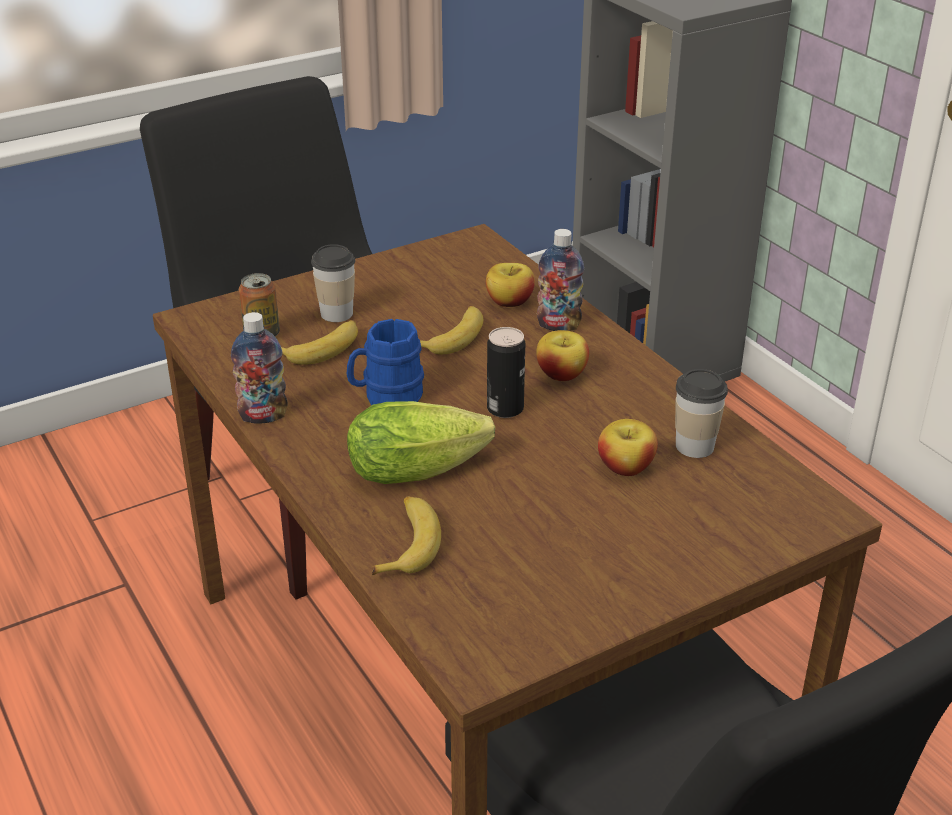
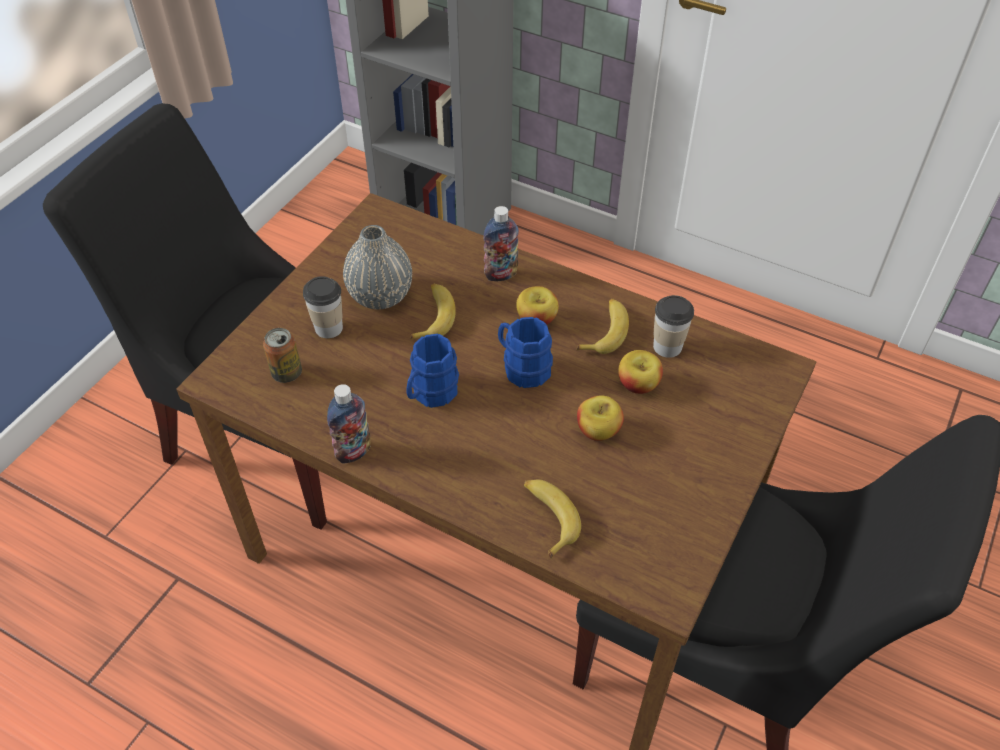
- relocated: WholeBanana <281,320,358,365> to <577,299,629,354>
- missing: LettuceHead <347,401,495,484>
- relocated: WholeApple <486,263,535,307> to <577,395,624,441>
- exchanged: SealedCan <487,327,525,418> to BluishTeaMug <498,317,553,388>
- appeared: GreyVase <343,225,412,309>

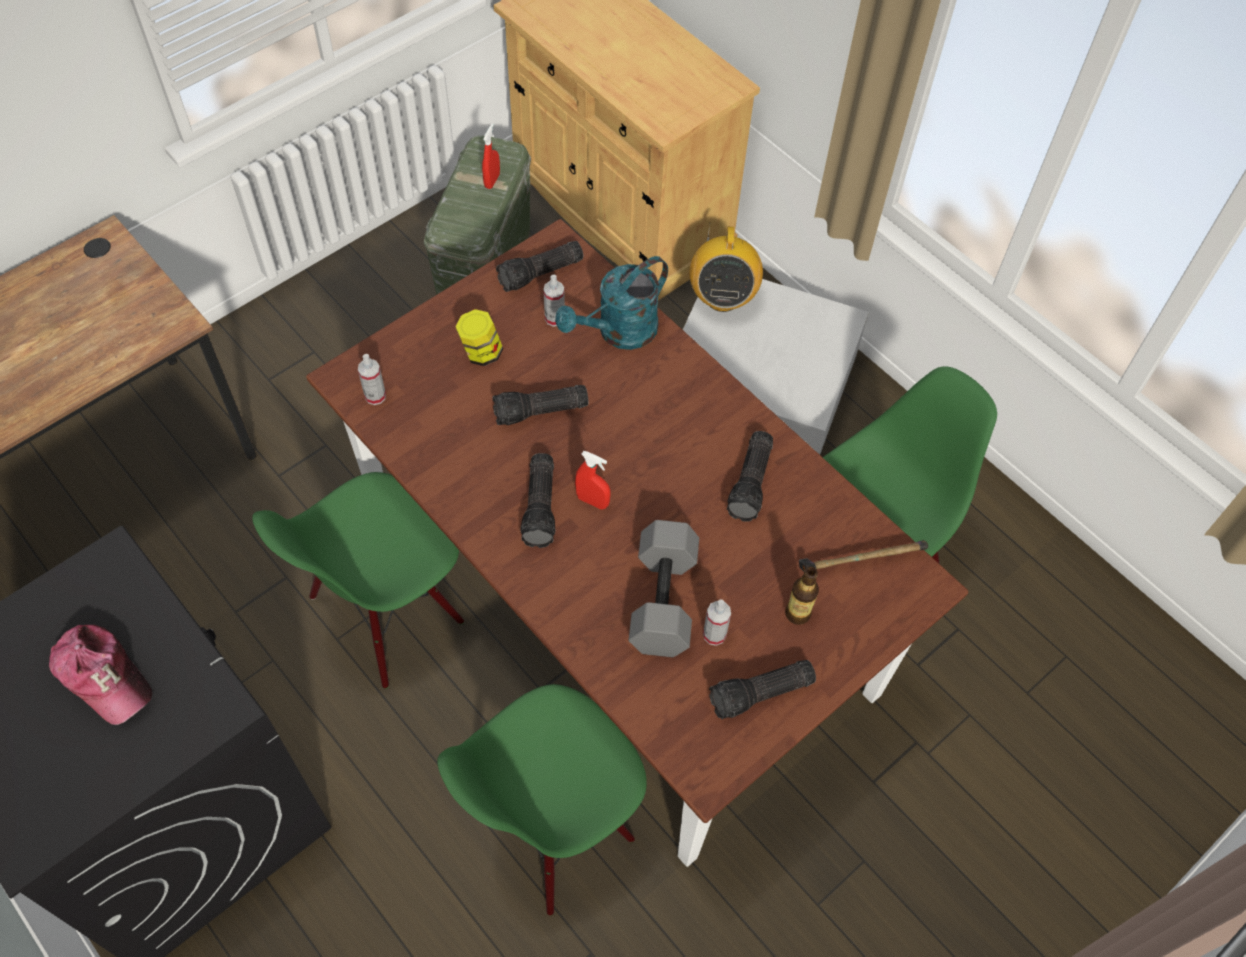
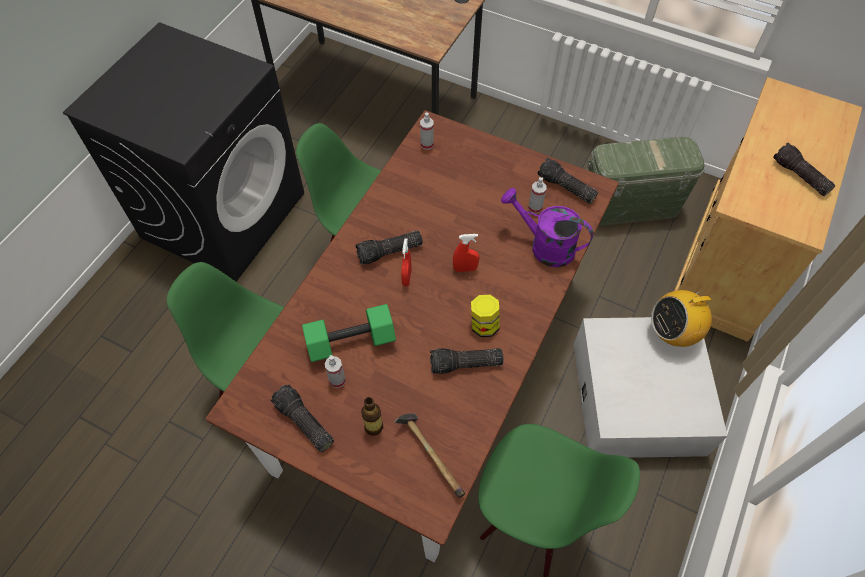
- missing: PeakedCap <49,625,152,725>
- relocated: Jar <455,309,503,366> to <471,295,499,337>
- relocated: RedSprayer <482,124,500,189> to <453,234,479,272>
- relocated: Flashlight <492,385,588,425> to <774,143,836,196>
- colour: BlueGreenSprinklingCan <555,256,668,350> to PurplishSprinklingCan <501,188,594,268>
- colour: GreyFreeWeight <628,520,699,657> to GreenColouredFreeWeight <302,304,396,362>

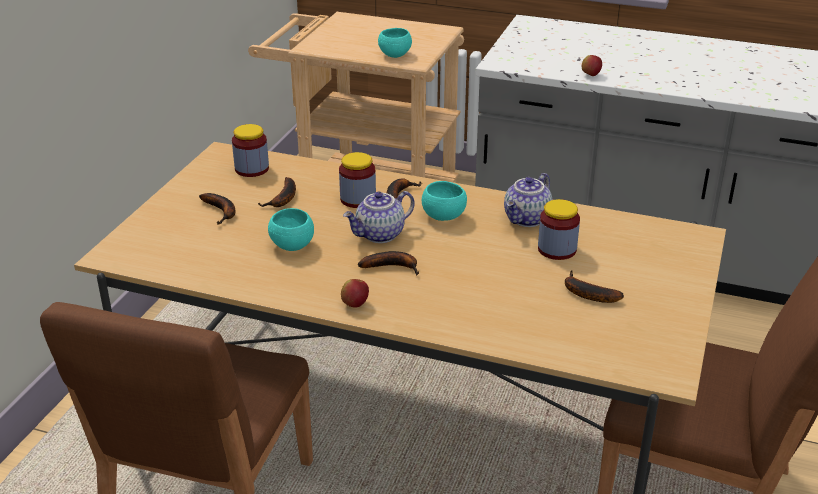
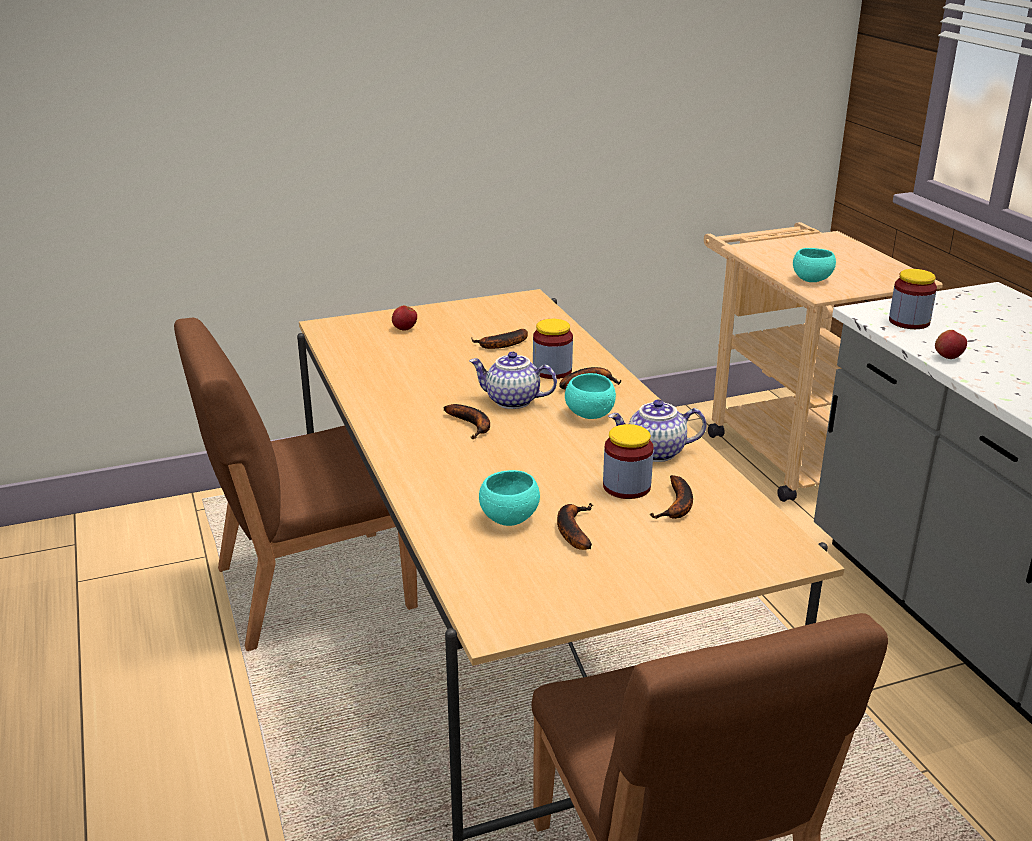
- relocated: WholeBanana <199,193,235,224> to <649,475,693,519>
- relocated: Jar <232,124,269,177> to <889,269,937,329>
- relocated: BlueGreenServingBowl <268,208,314,251> to <479,470,540,526>
- relocated: WholeApple <341,279,369,308> to <392,305,417,331>

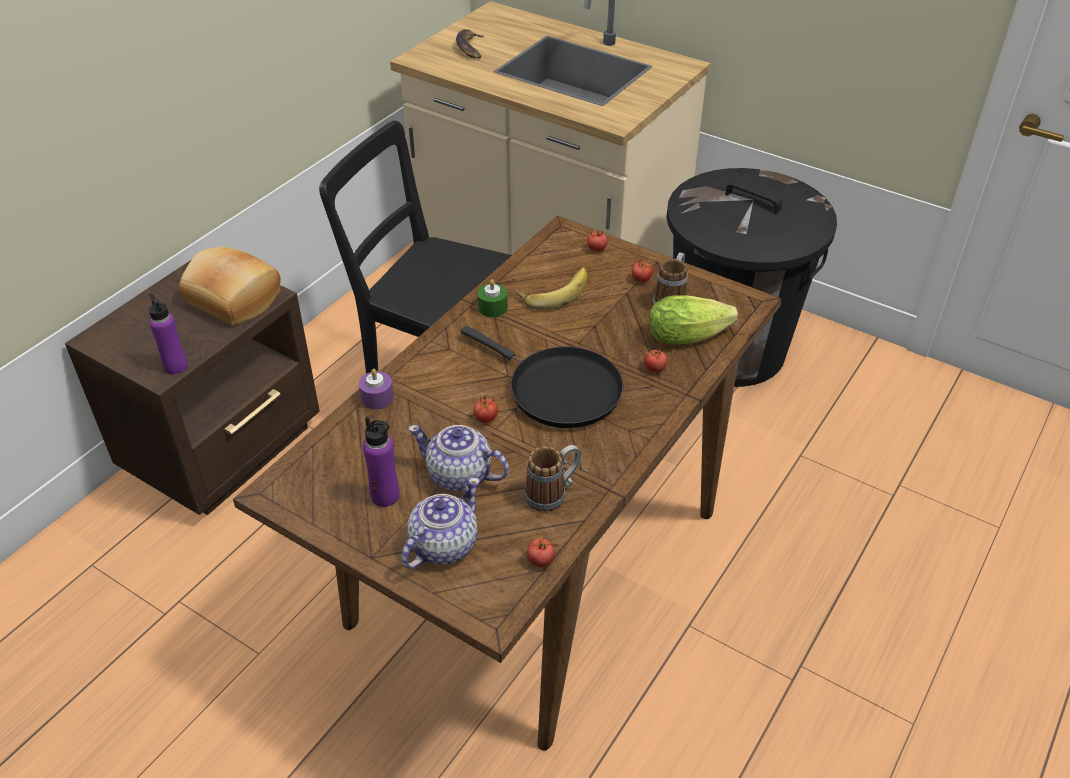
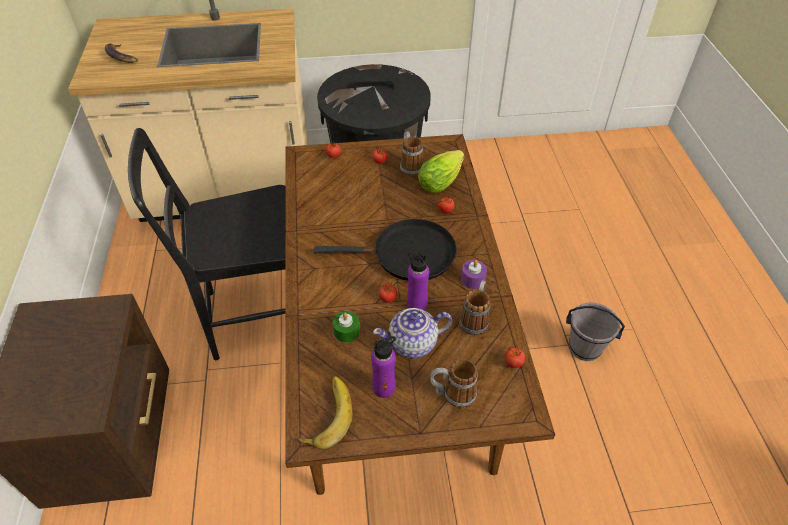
- relocated: PurplishBottle <149,293,188,375> to <407,251,429,310>
- missing: BakedBread <179,247,281,325>
- relocated: PurplishWaxCandle <359,369,394,409> to <461,260,487,289>
- exchanged: PotForTea <401,477,480,569> to TeaMug <430,359,477,408>
- relocated: GreenColouredWaxCandle <477,279,508,317> to <333,311,360,343>
- relocated: WholeBanana <516,267,587,310> to <297,376,352,449>
- appeared: GreyBucket <566,303,625,361>

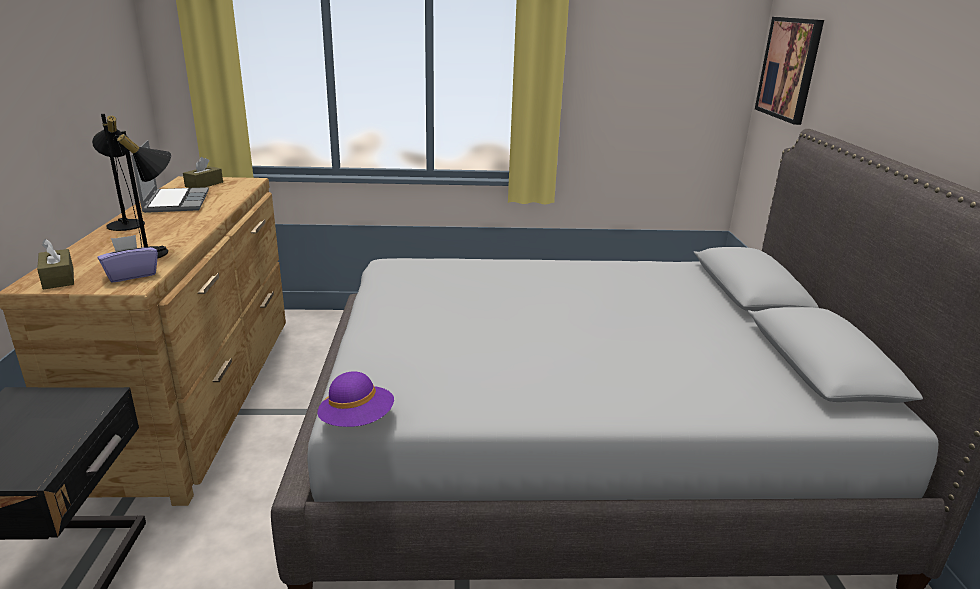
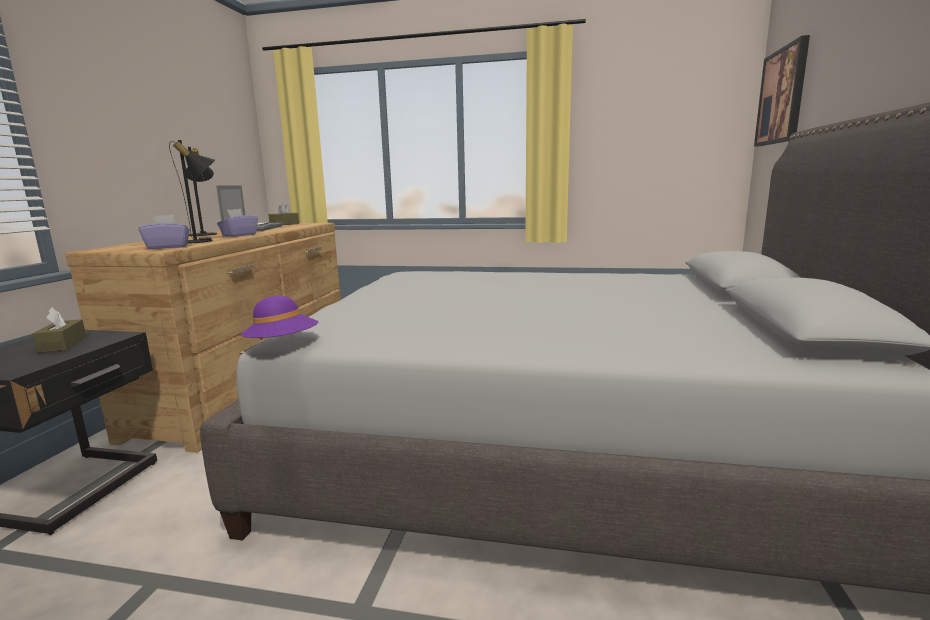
- relocated: BrownishTissueBox <37,239,74,290> to <33,308,86,353>
- appeared: PurplishTissueBox <217,209,258,237>

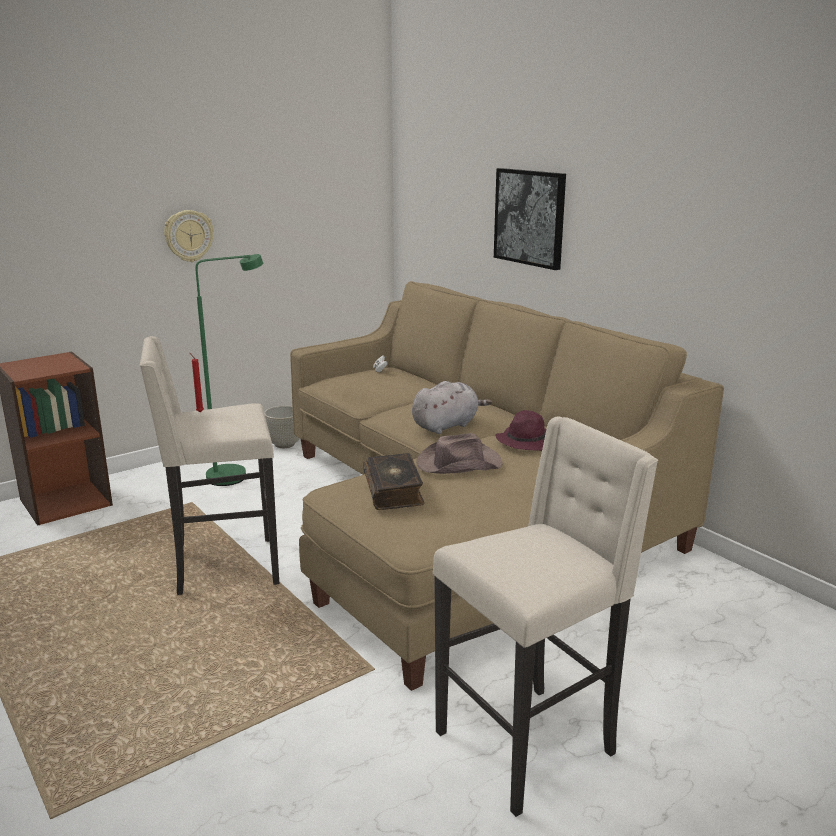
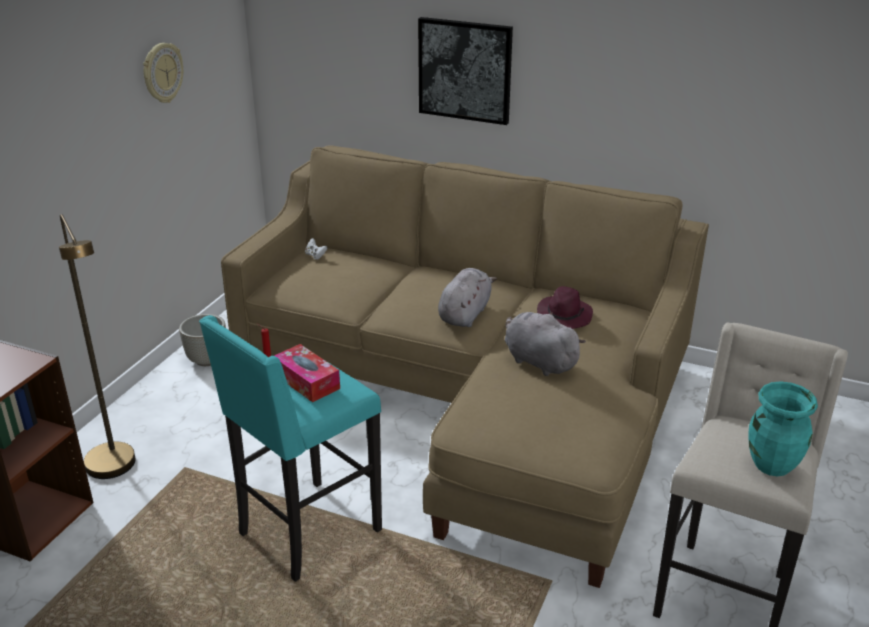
- colour: BeigeColouredStoolSeat <140,336,279,595> to BlueGreenStoolSeat <199,315,382,582>
- relocated: ClockOnTheWall <164,210,214,262> to <143,43,183,103>
- missing: GreenColouredStandardLamp <195,254,263,486>
- missing: Book <363,453,425,510>
- exchanged: BrownishWearableHat <416,433,503,474> to GreyCuddlyToy <505,311,586,376>
- appeared: BrownishStandardLamp <59,214,136,479>
- appeared: TissueBox <274,344,340,402>
- appeared: BlueGreenVase <748,381,818,476>

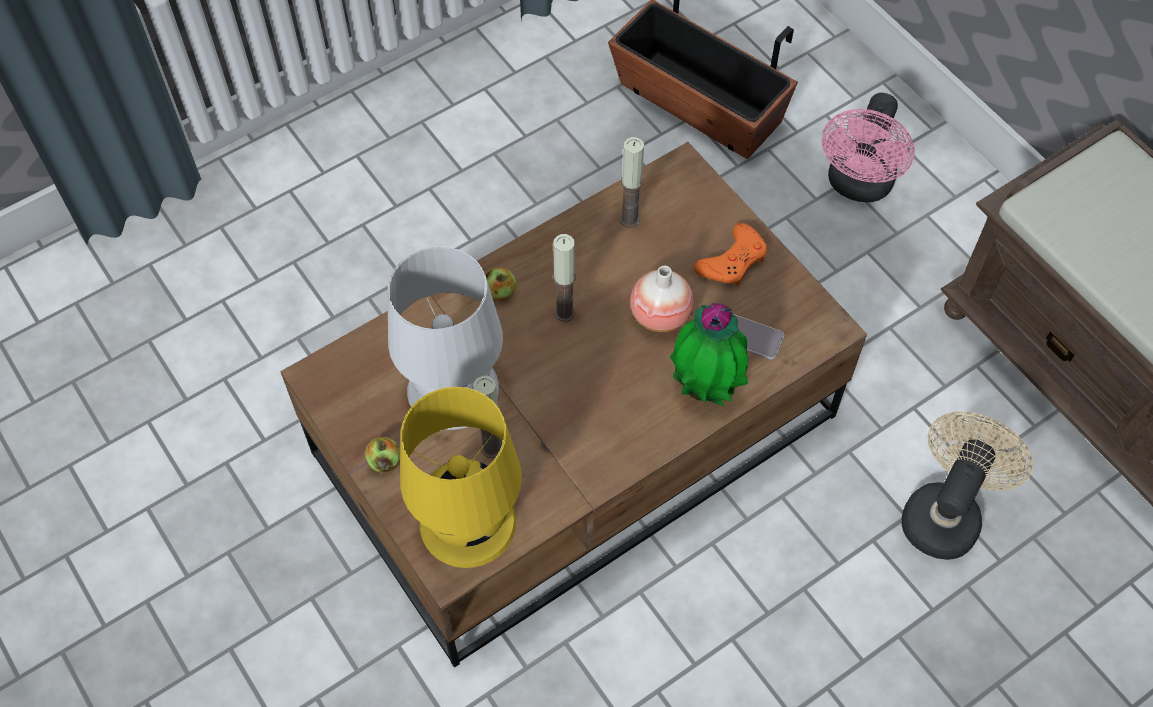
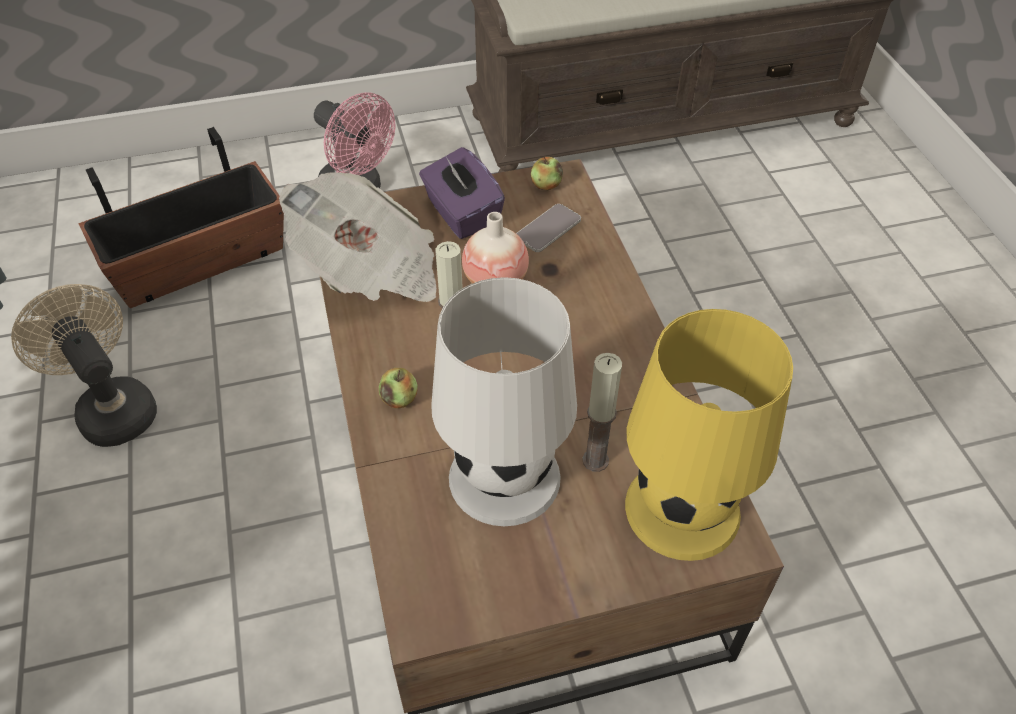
- relocated: WholeApple <365,437,400,473> to <531,156,563,190>
- exchanged: WaxCandle <619,137,644,228> to DailyPaper <279,172,436,302>
- missing: Houseplant <670,303,748,406>
- exchanged: OrangeyGameController <694,223,767,286> to PurplishTissueBox <419,147,505,239>
- relocated: BeigeColouredFan <902,412,1033,560> to <11,284,157,447>

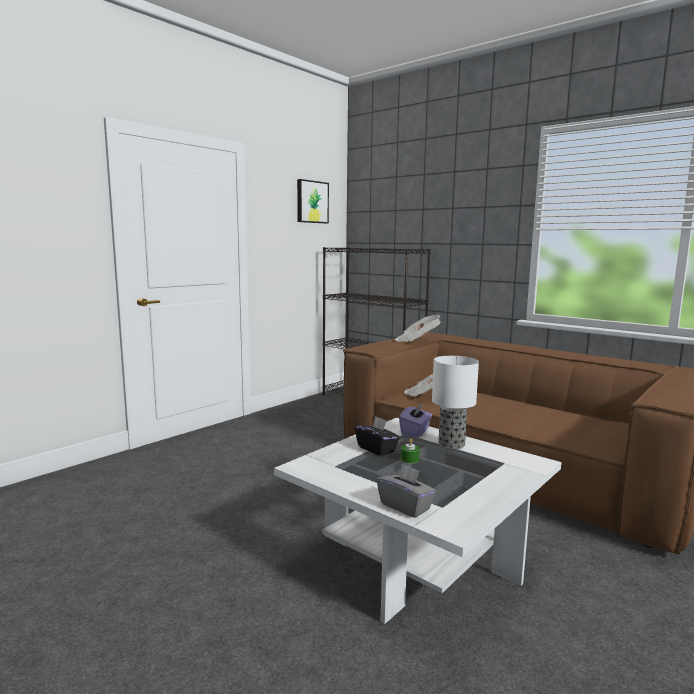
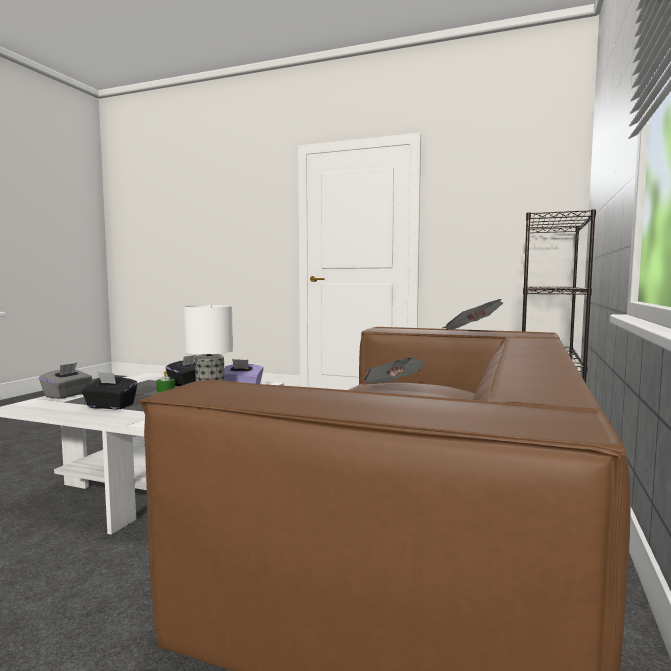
- missing: WallArt <297,179,329,224>
- appeared: BlackColouredTissueBox <81,372,138,409>

